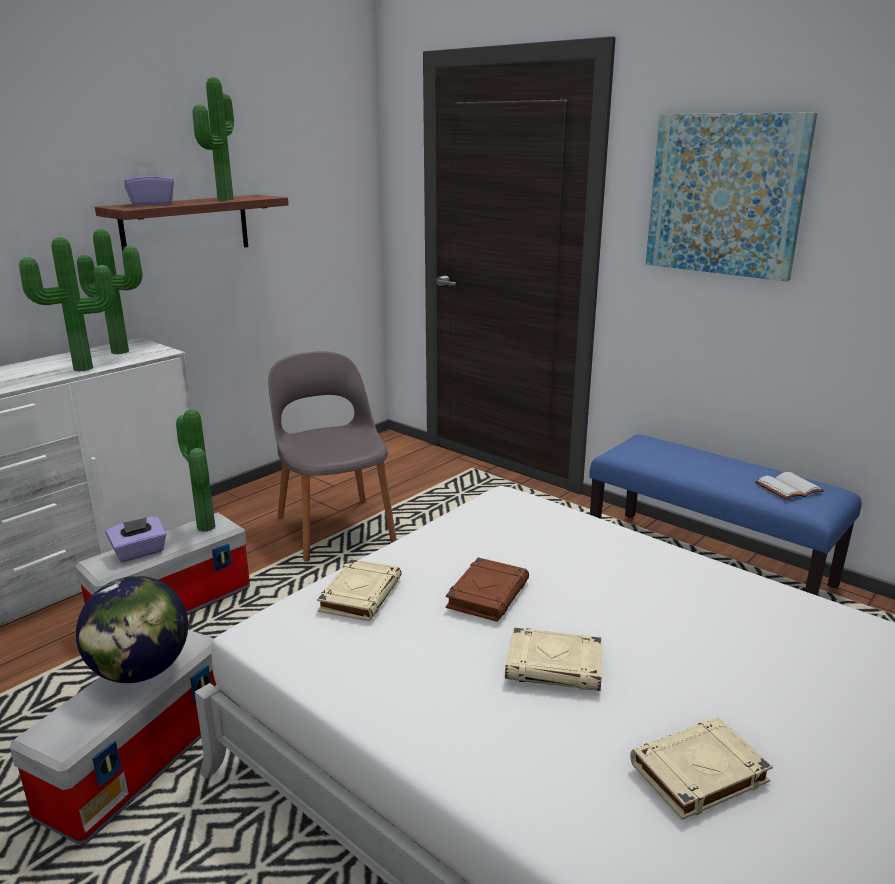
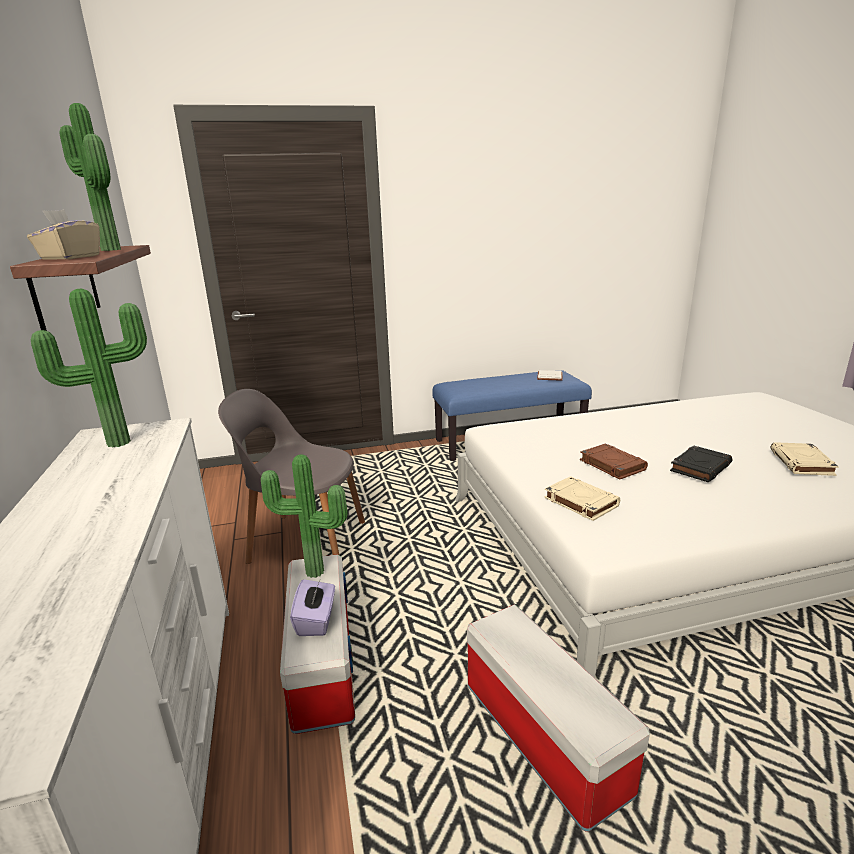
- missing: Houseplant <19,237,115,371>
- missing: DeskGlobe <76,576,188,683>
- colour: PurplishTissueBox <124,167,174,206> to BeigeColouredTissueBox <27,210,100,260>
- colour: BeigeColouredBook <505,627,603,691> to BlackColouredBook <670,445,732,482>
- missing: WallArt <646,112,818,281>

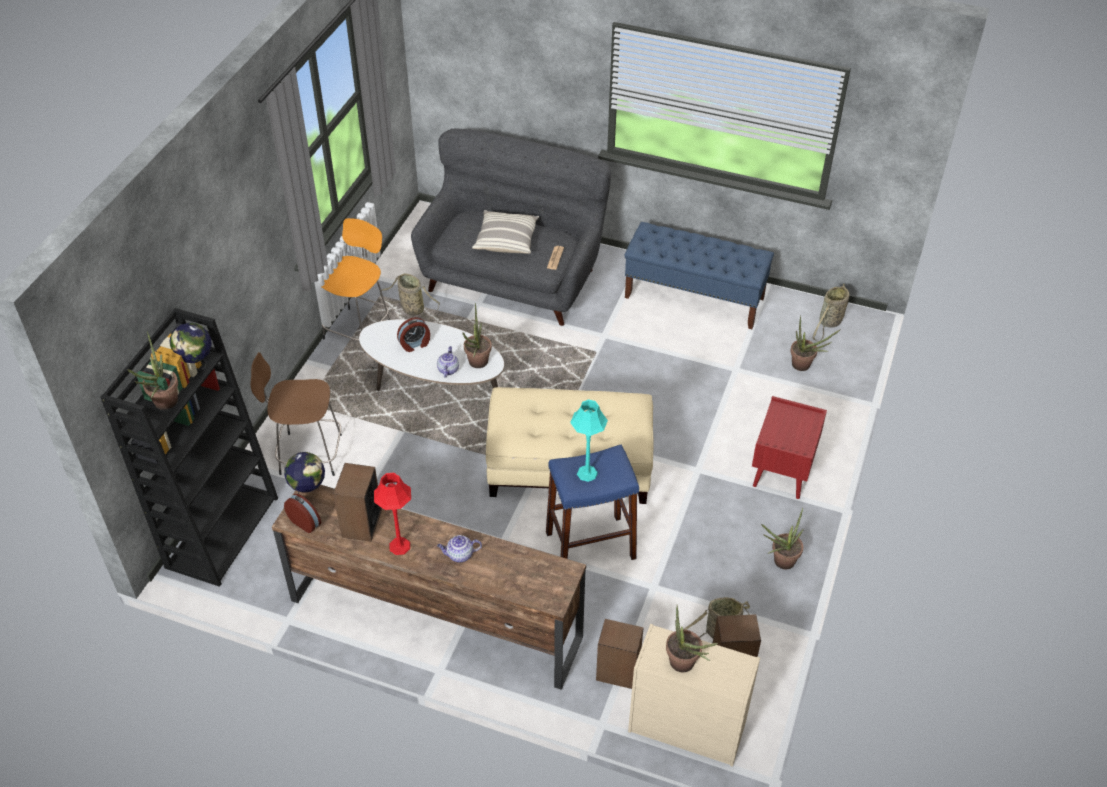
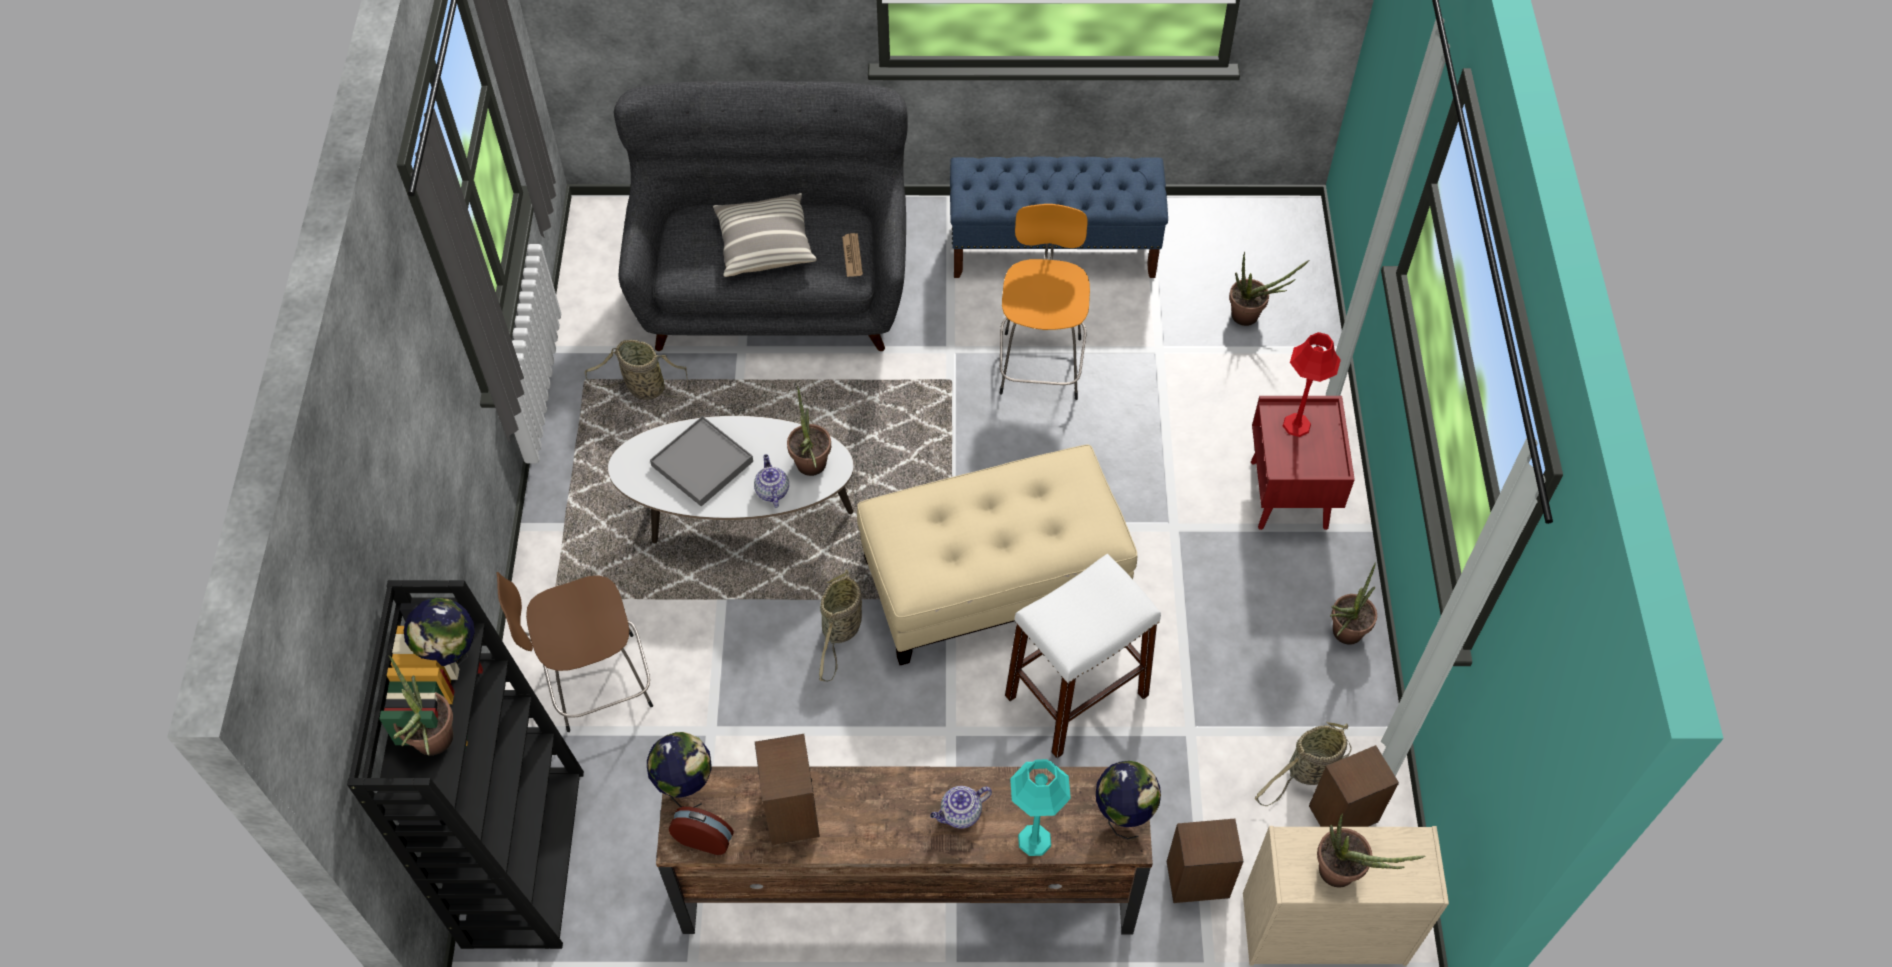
- relocated: OrangeyStoolSeat <321,218,390,353> to <1000,204,1090,400>
- relocated: RedTabletopLamp <374,473,411,555> to <1283,332,1341,437>
- exchanged: BedsideClock <397,317,430,352> to GreyServingTray <650,416,753,506>
- colour: BluishStoolSeat <546,445,639,560> to WhitishStoolSeat <1005,554,1161,758>
- relocated: BlueGreenTabletopLamp <570,399,608,482> to <1010,759,1071,856>
- relocated: HouseholdBasket <813,283,849,341> to <819,569,862,682>
- appeared: DeskGlobe <1096,761,1161,839>

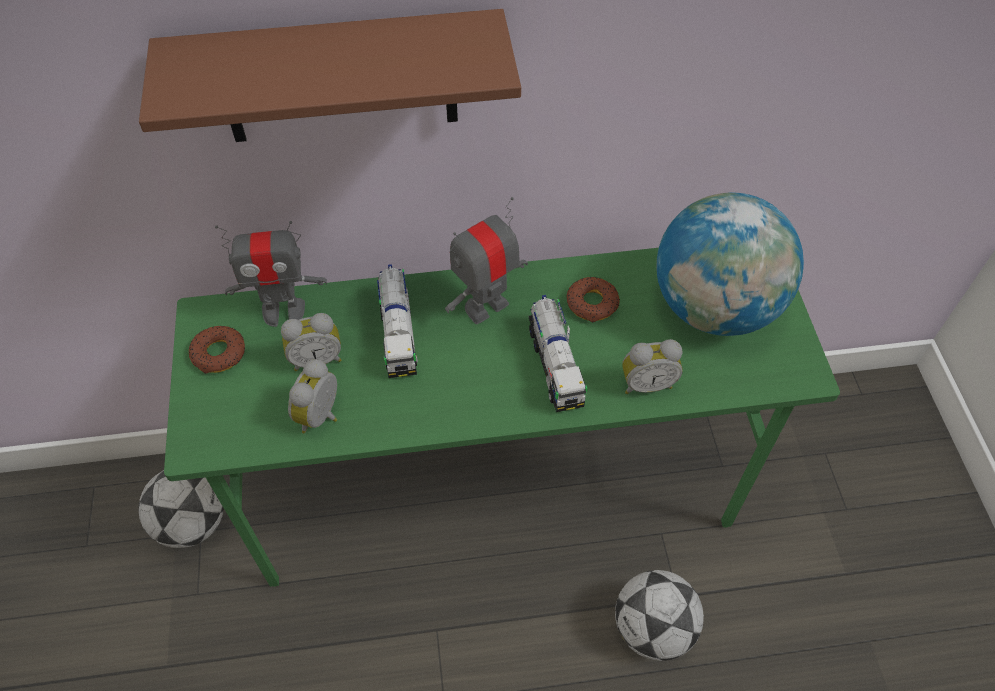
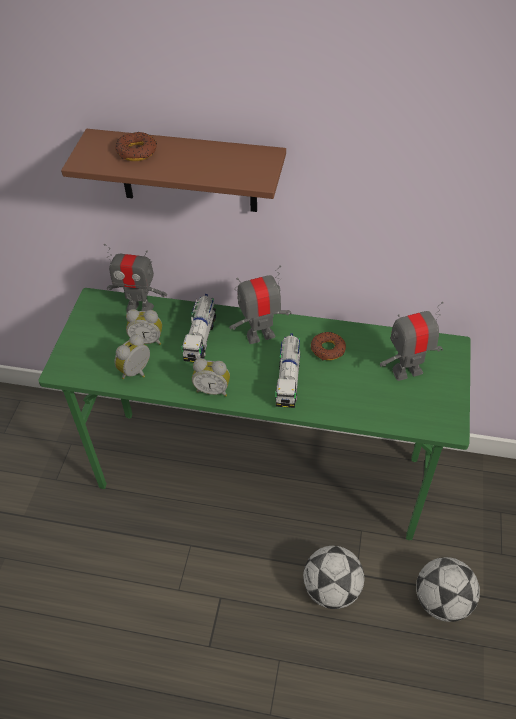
- relocated: BallForFootball <138,470,224,548> to <416,557,480,622>
- relocated: Donut <189,326,245,374> to <115,132,157,161>
- relocated: BedsideClock <622,339,683,394> to <192,358,230,397>
- exchanged: DeskGlobe <656,193,804,336> to ToyRobot <380,302,444,381>

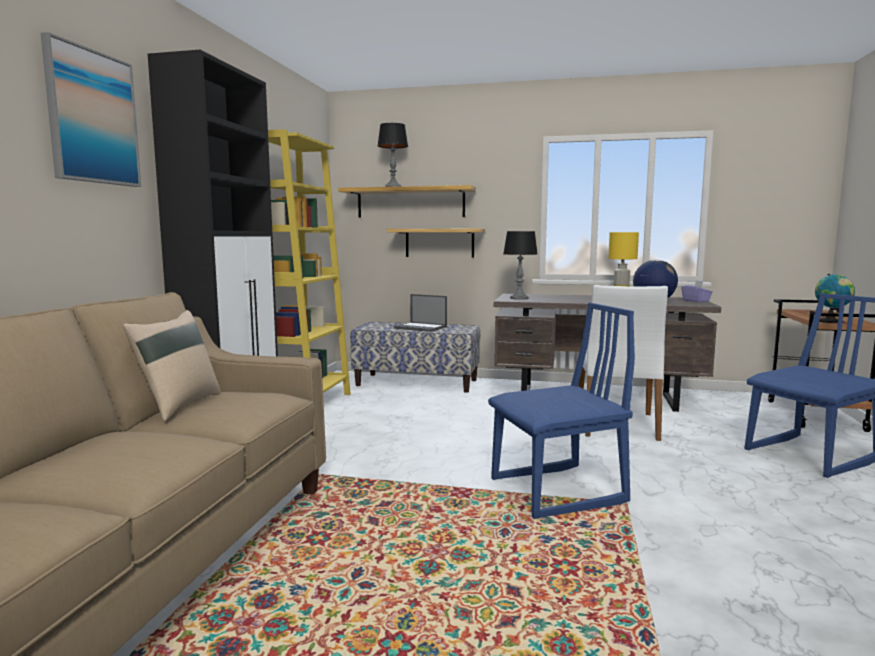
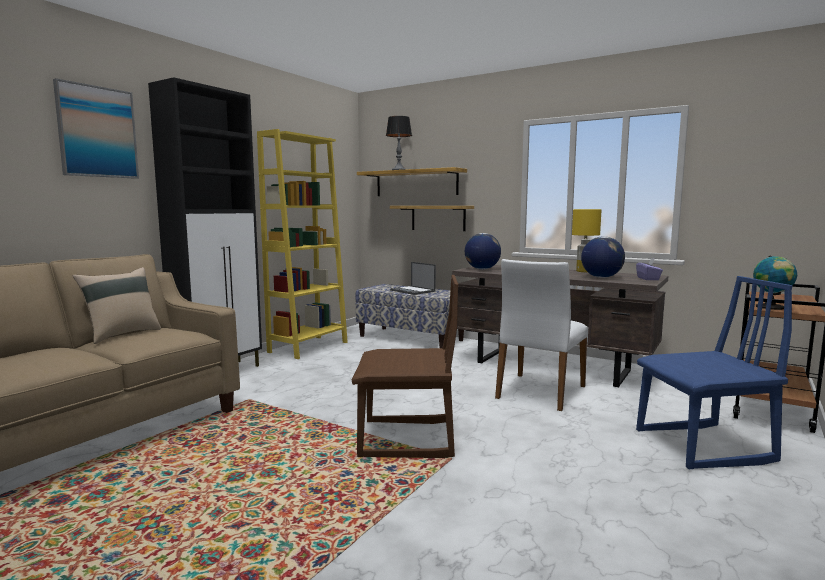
- colour: BluishChair <488,303,635,519> to BrownishChair <352,275,459,458>
- exchanged: TabletopLamp <503,231,538,300> to DeskGlobe <465,233,501,269>

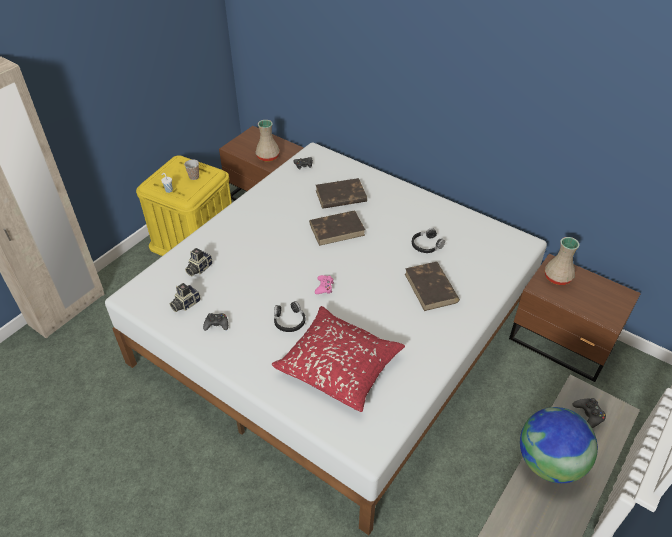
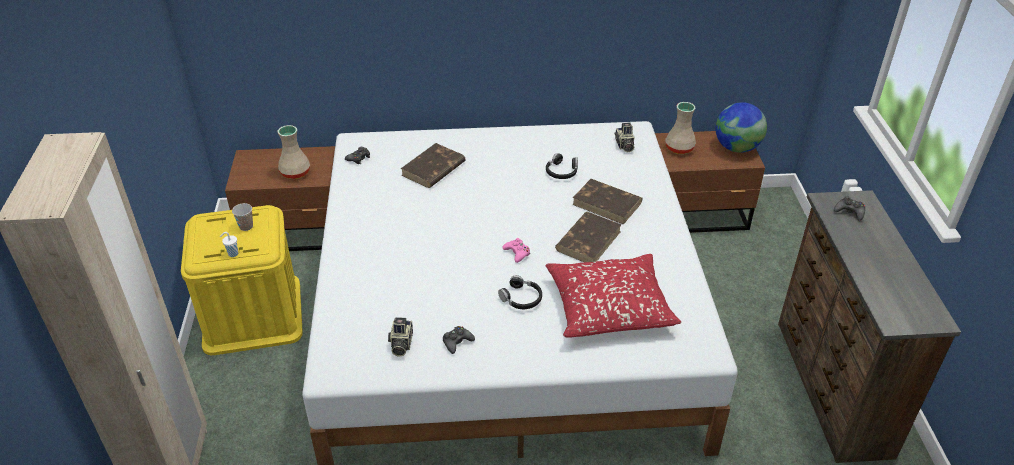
- relocated: PhotoCamera <185,248,213,276> to <614,122,634,153>
- relocated: BrownishBook <309,210,365,246> to <555,212,622,262>
- relocated: DeskGlobe <520,407,598,483> to <715,102,767,153>

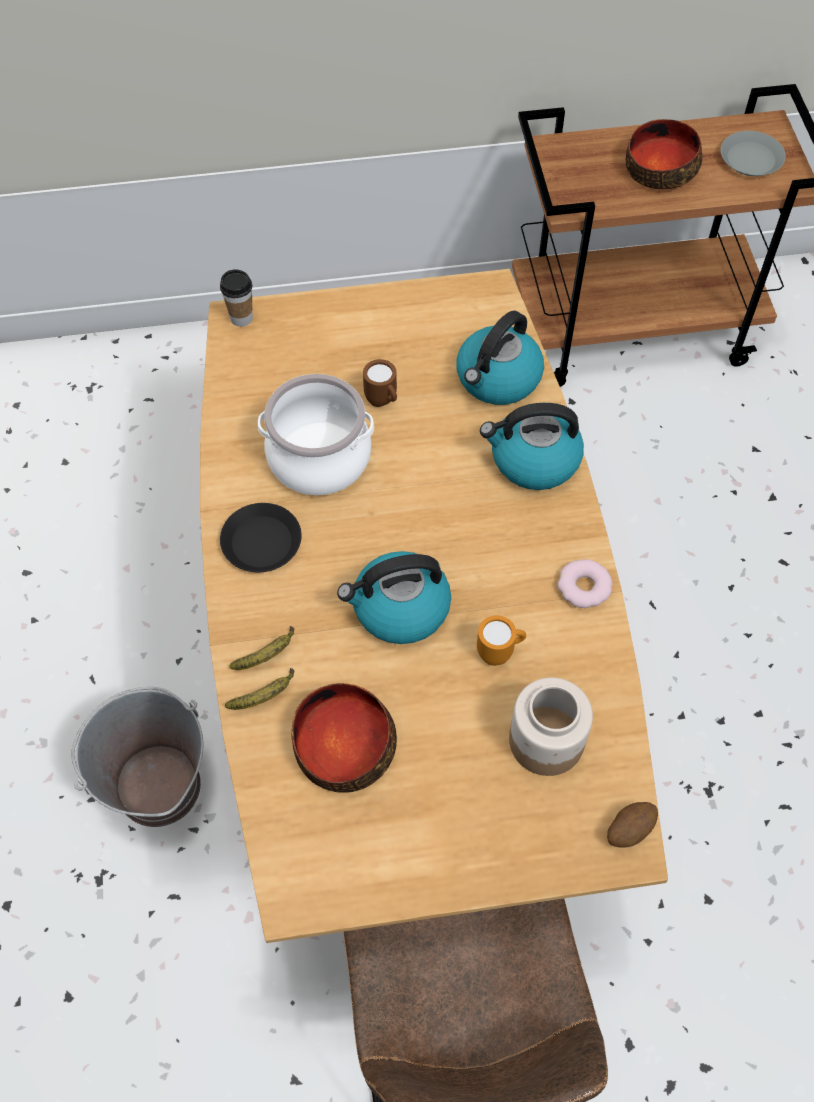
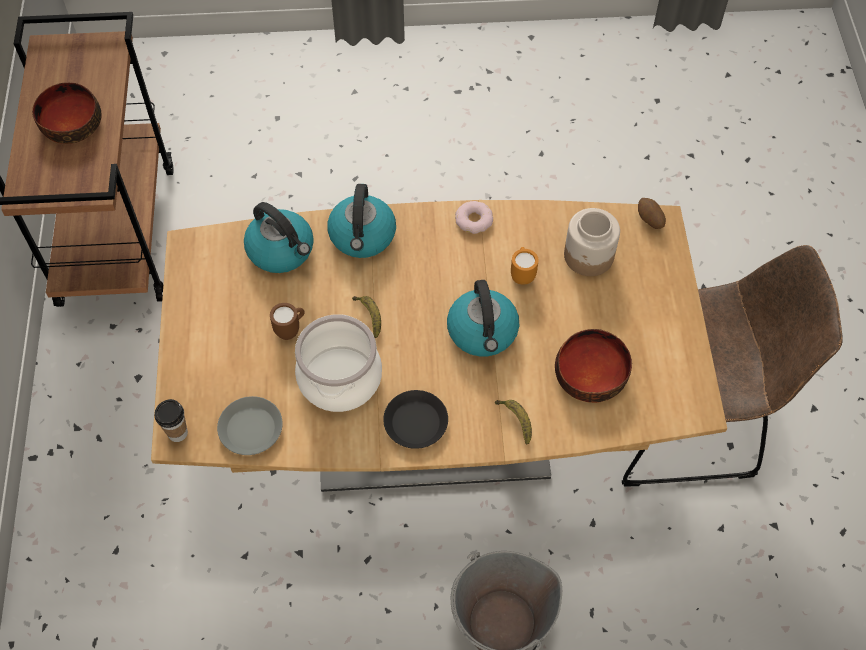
- relocated: WholeBanana <225,668,294,710> to <352,296,381,338>
- relocated: GreyDinnerPlate <720,131,786,176> to <217,396,283,455>

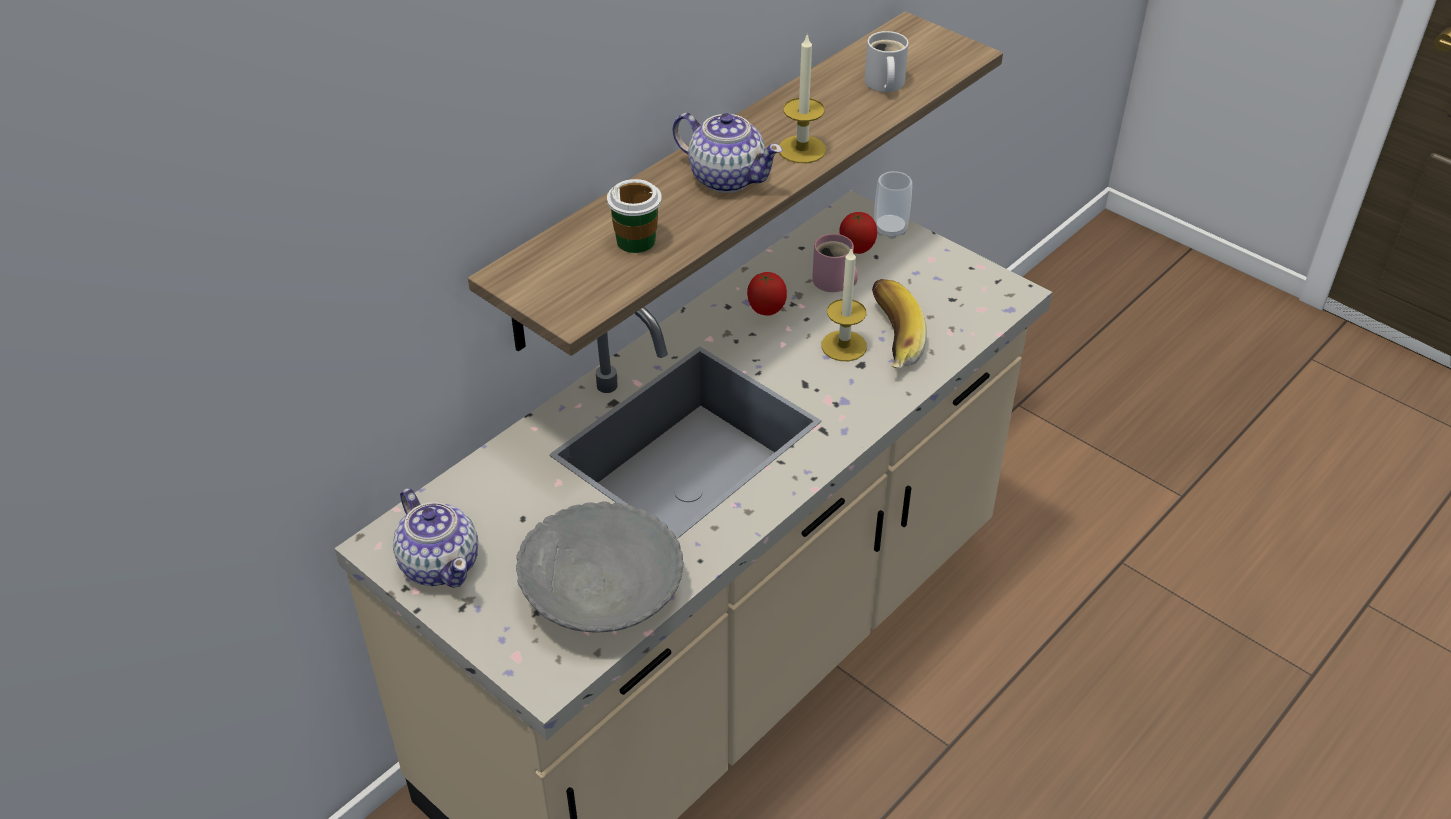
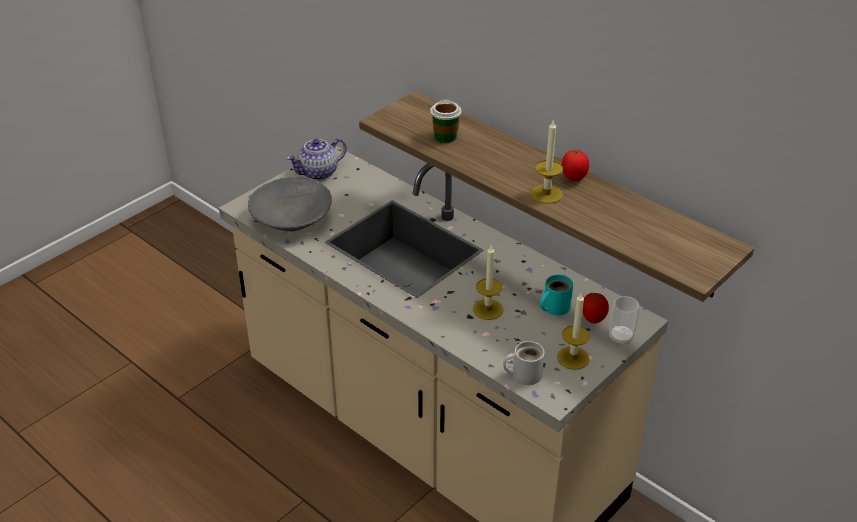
- missing: PotForTea <673,113,783,193>
- relocated: Tomato <747,272,787,315> to <562,149,589,182>
- colour: PinkishTeaMug <812,234,858,292> to BlueGreenTeaMug <540,275,573,315>
- relocated: WhitishTeaMug <865,31,909,92> to <503,341,545,385>
- missing: WholeBanana <872,279,927,368>
- appeared: WaxCandle <557,293,590,370>

